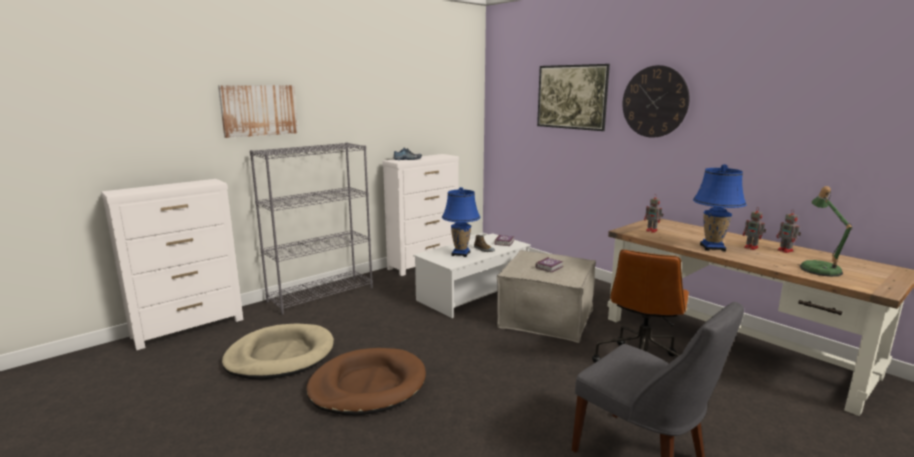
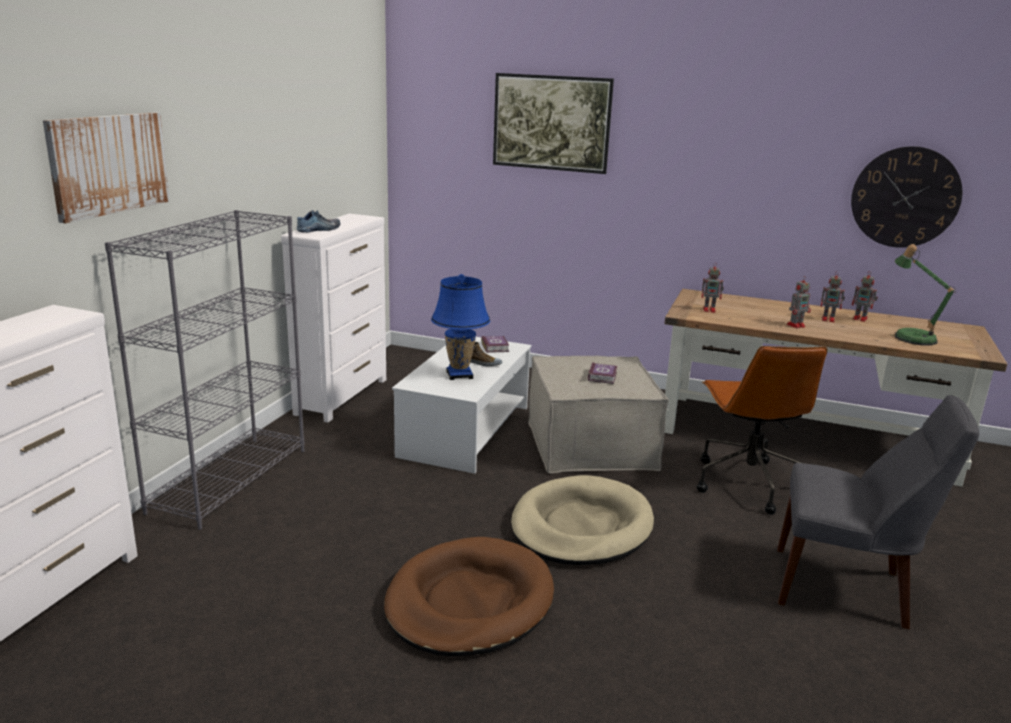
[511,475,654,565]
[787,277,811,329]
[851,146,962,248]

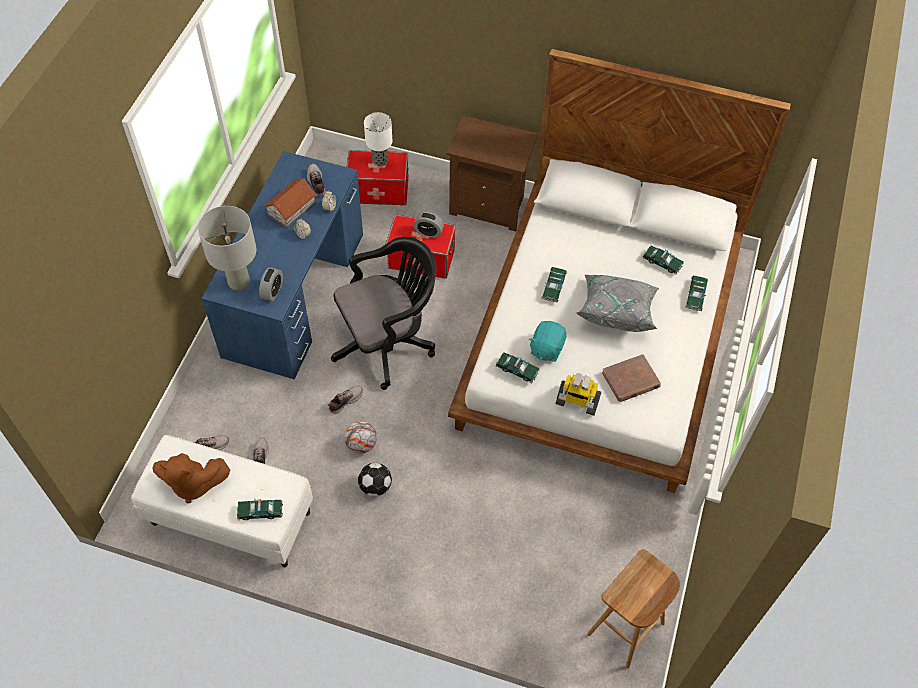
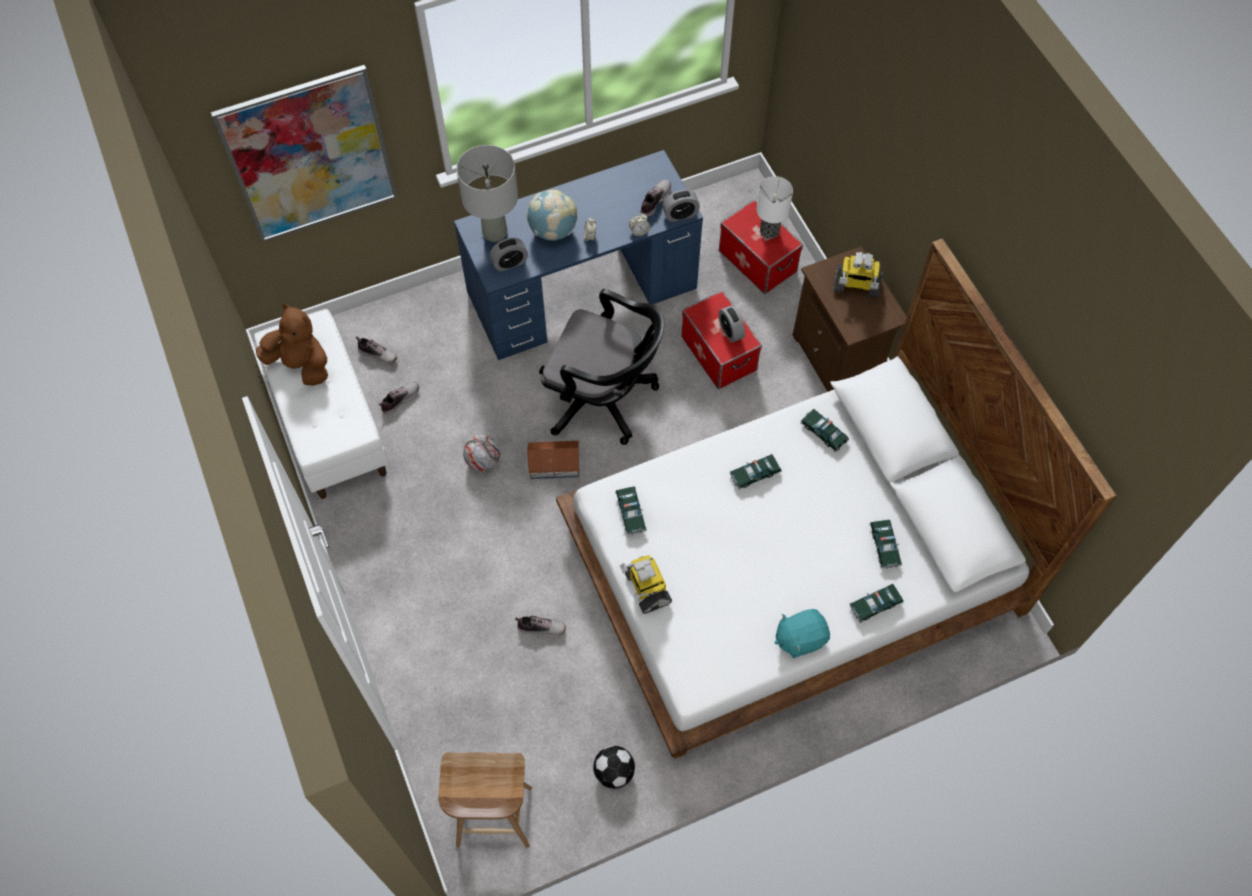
[211,65,397,242]
[256,304,328,386]
[515,616,566,638]
[527,190,577,241]
[527,441,580,479]
[593,746,635,789]
[662,190,700,222]
[775,609,830,658]
[800,409,849,452]
[833,252,883,298]
[575,275,659,332] (first image)
[602,354,661,402] (first image)

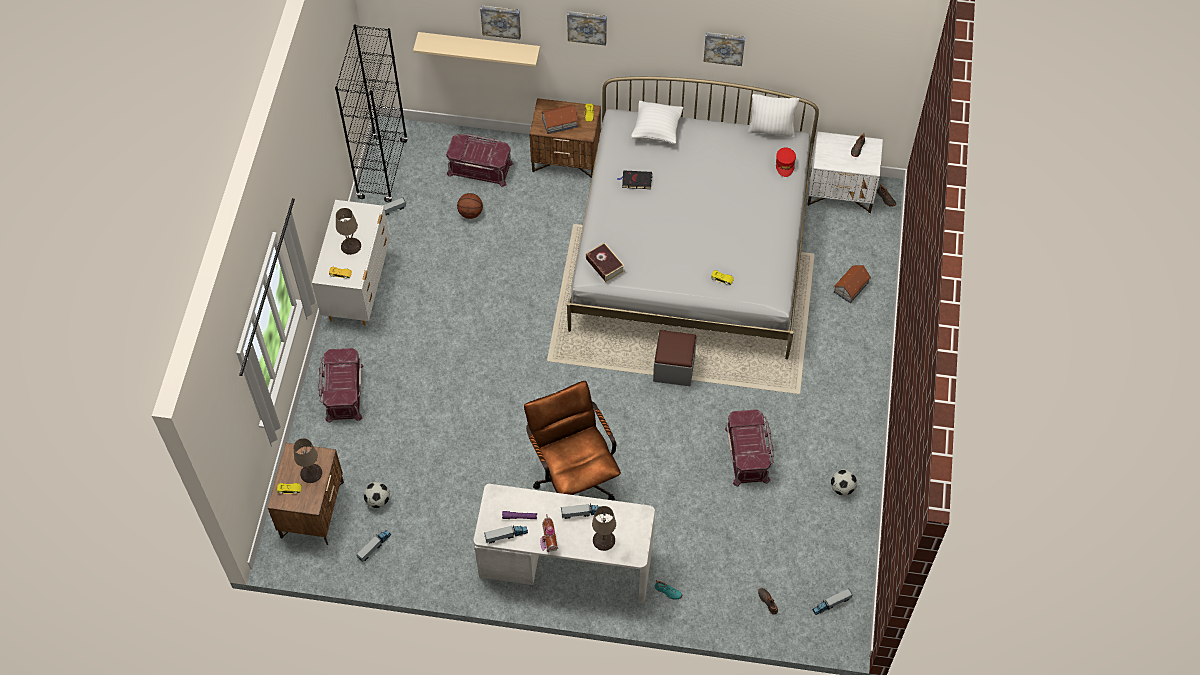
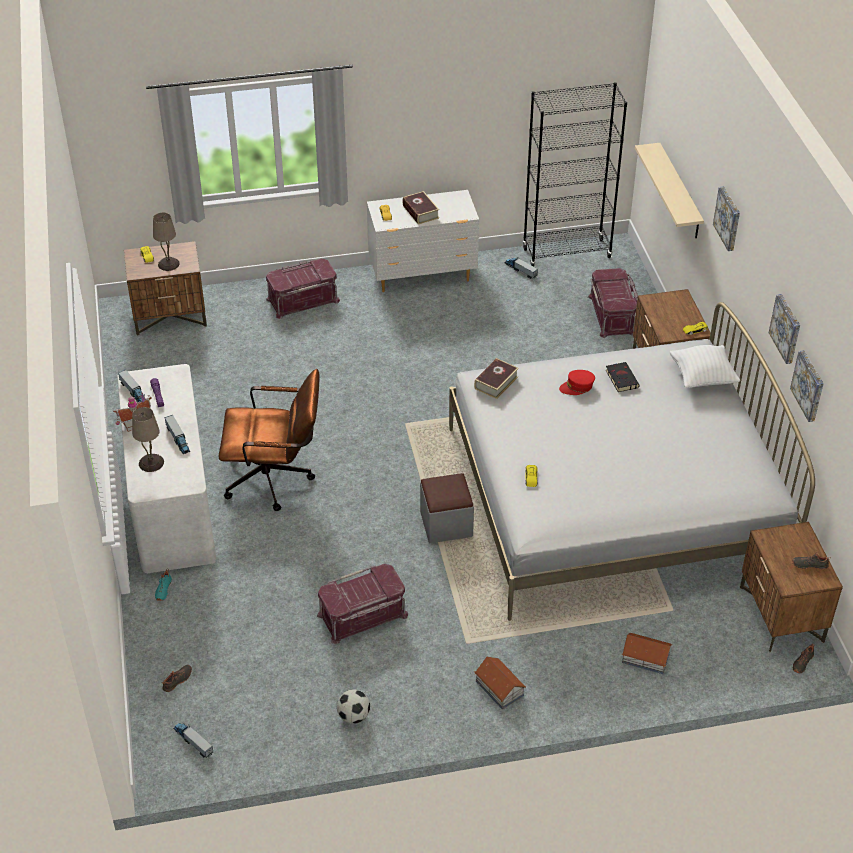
[219,369,320,511]
[403,191,439,225]
[475,657,526,709]
[559,370,595,395]
[740,522,843,652]
[790,350,824,422]
[356,530,391,562] (first image)
[364,482,390,508] (first image)
[457,193,483,219] (first image)
[748,94,799,137] (first image)

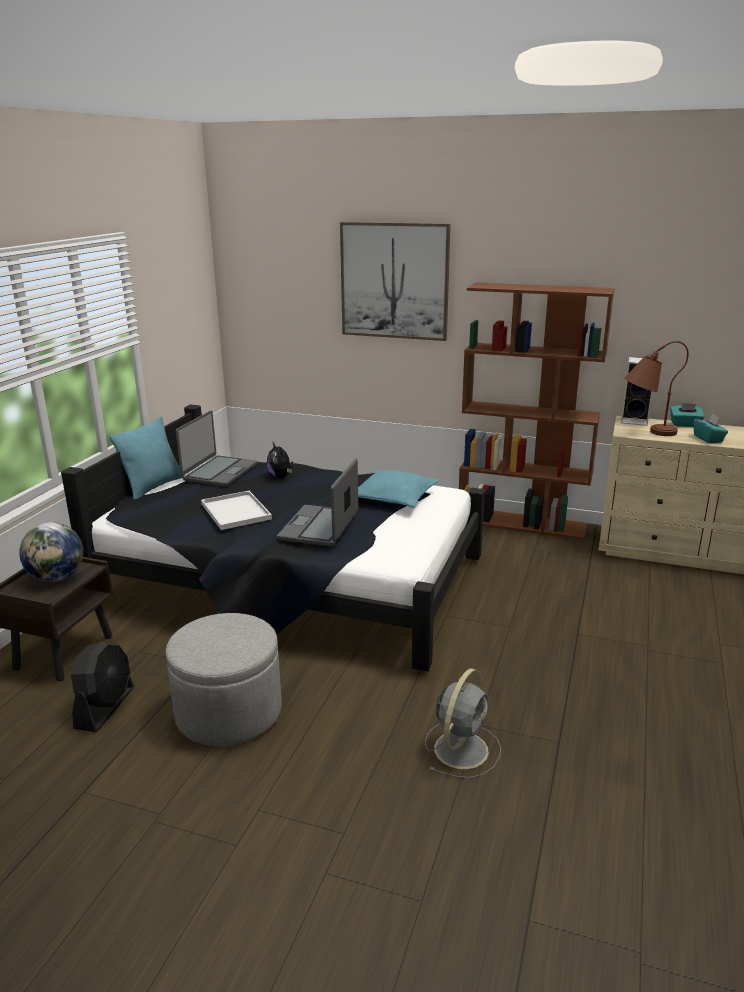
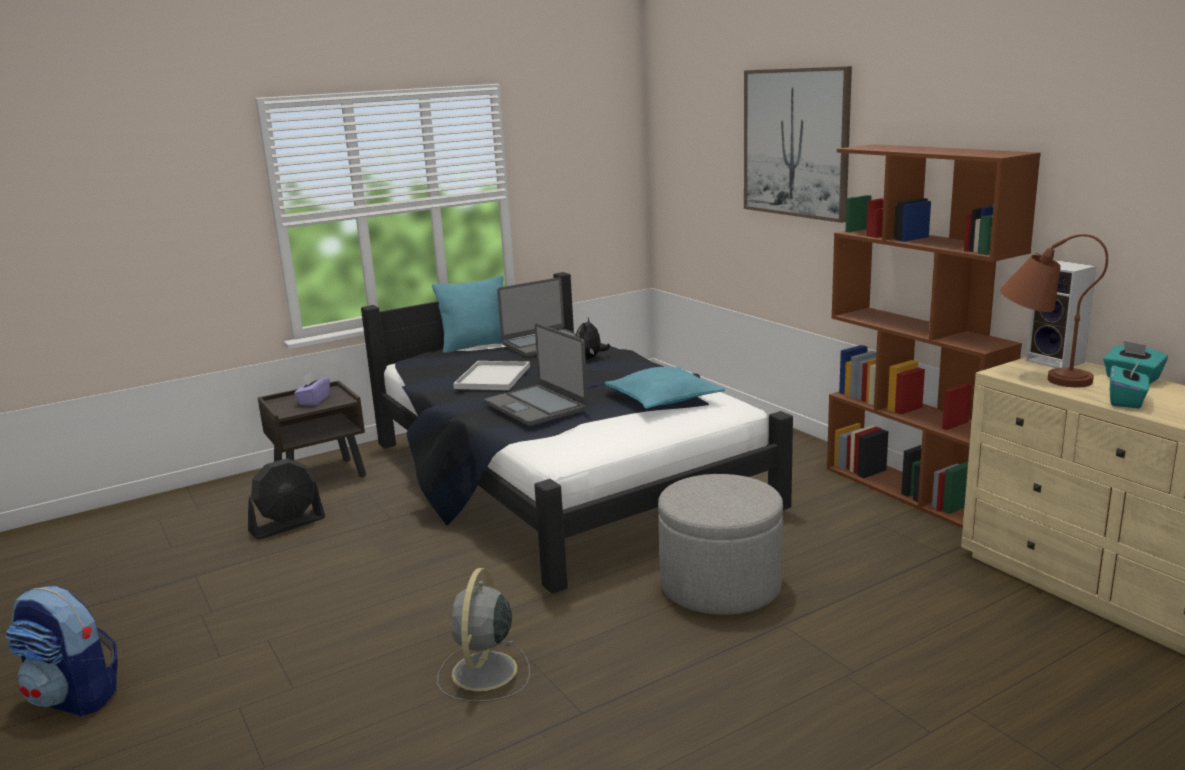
[6,586,118,717]
[294,372,330,406]
[437,568,530,702]
[485,323,588,426]
[658,474,783,615]

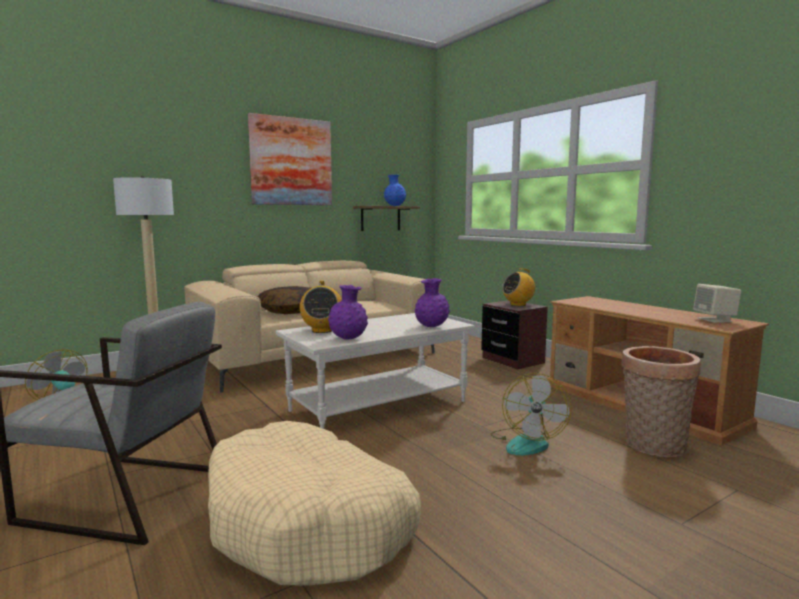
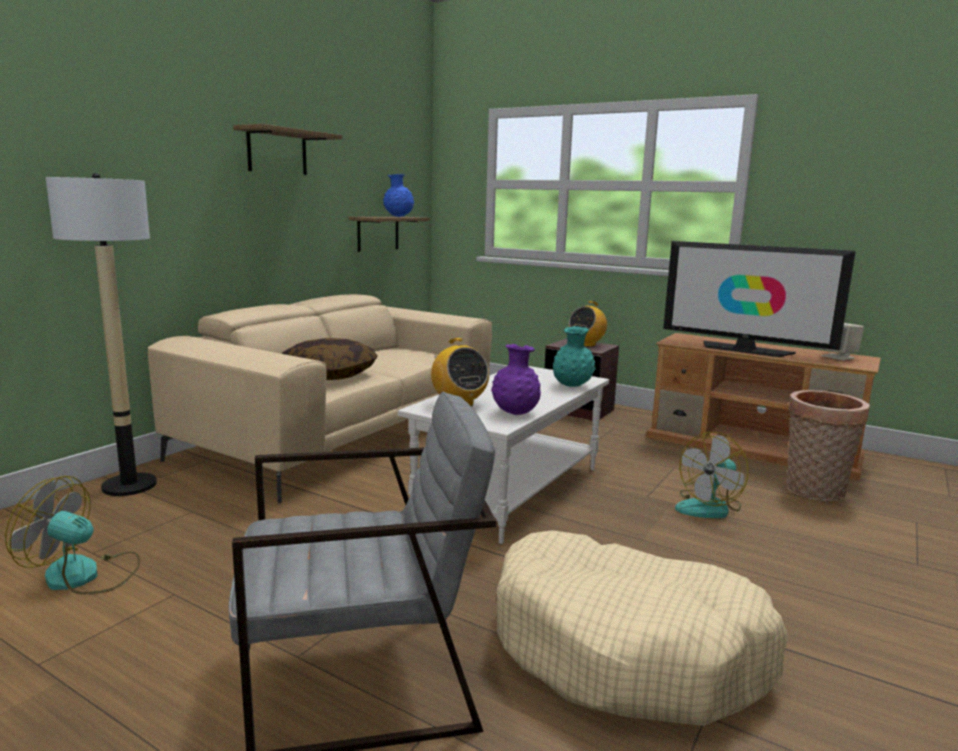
[233,124,343,175]
[553,326,596,387]
[663,241,856,357]
[675,432,748,518]

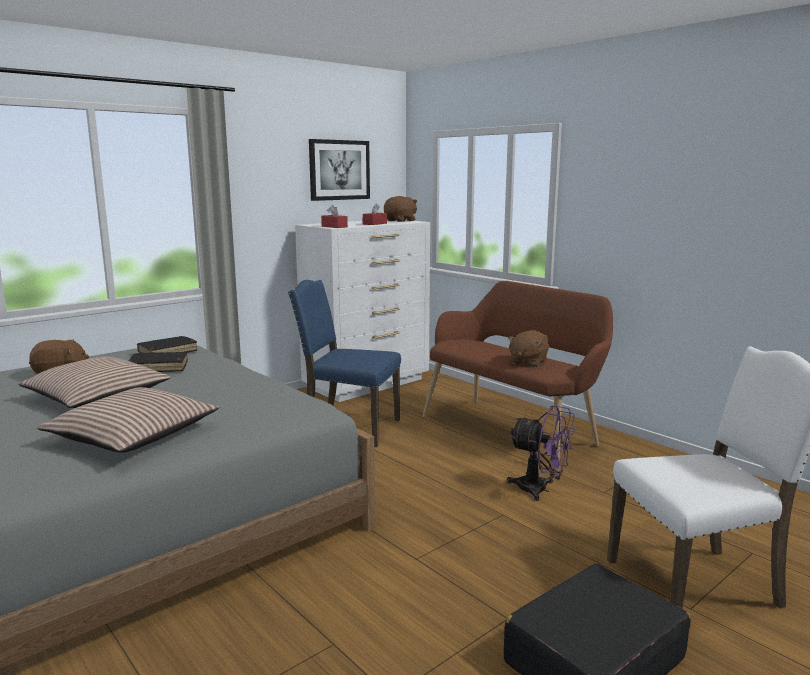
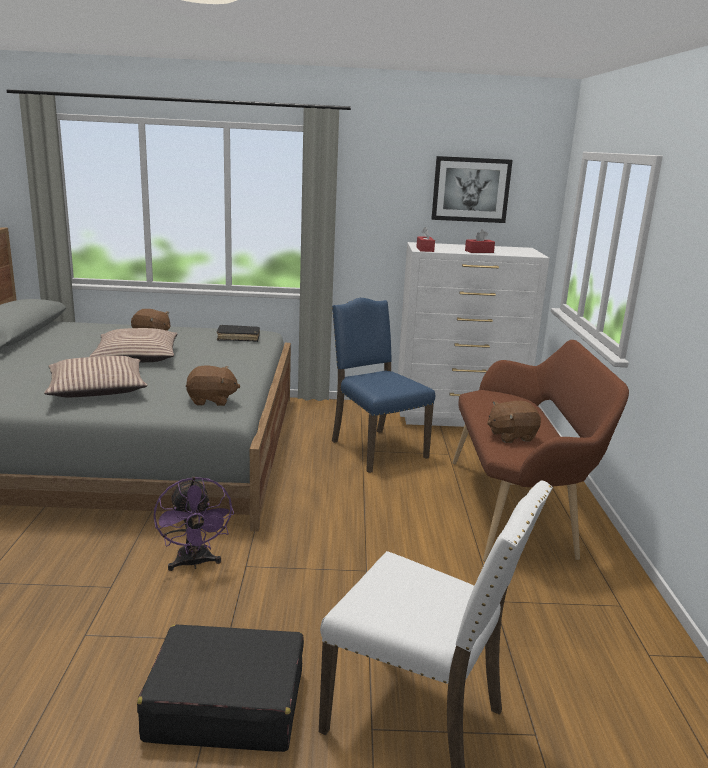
[154,477,234,571]
[186,366,240,406]
[129,352,188,372] (first image)

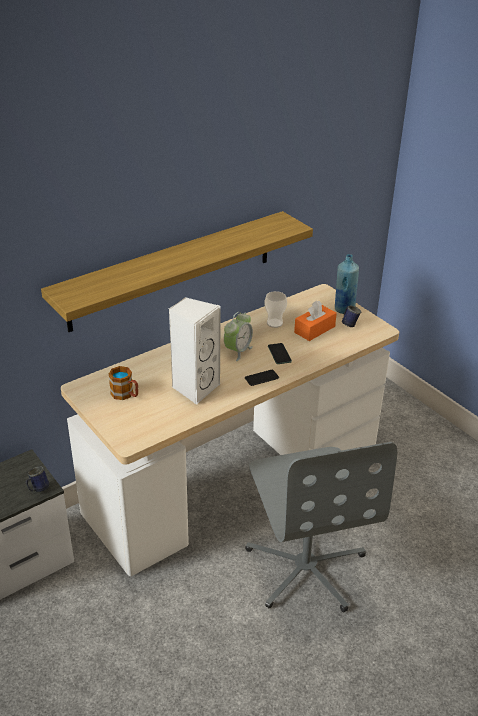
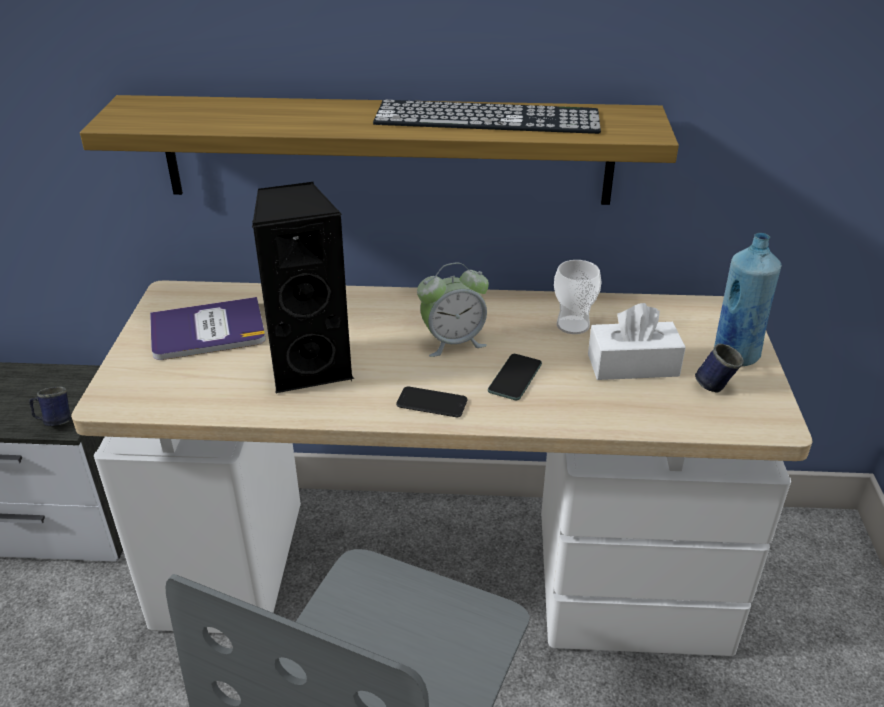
[150,297,266,360]
[252,182,354,393]
[373,100,601,134]
[588,303,686,380]

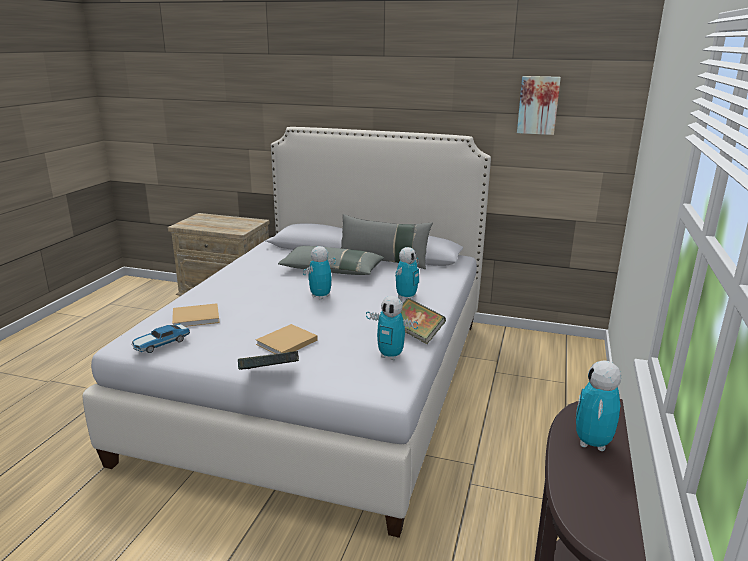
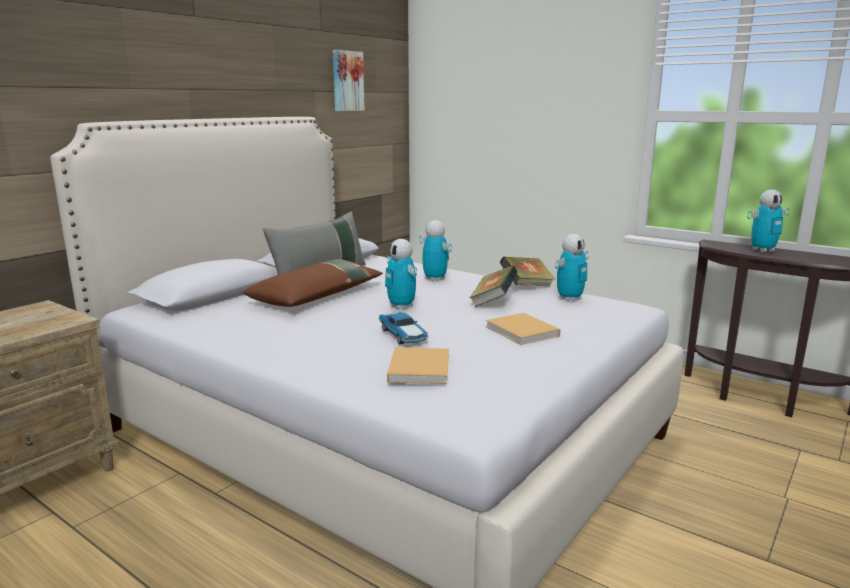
[243,259,383,307]
[379,312,428,344]
[470,265,518,307]
[747,190,789,252]

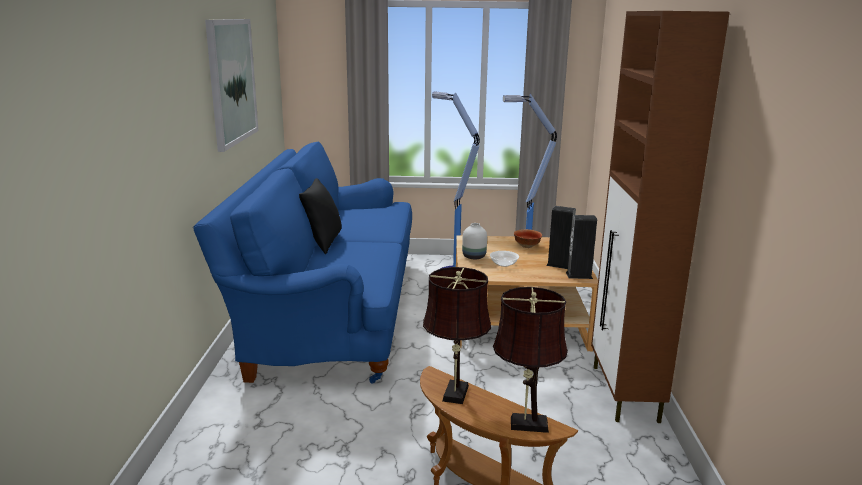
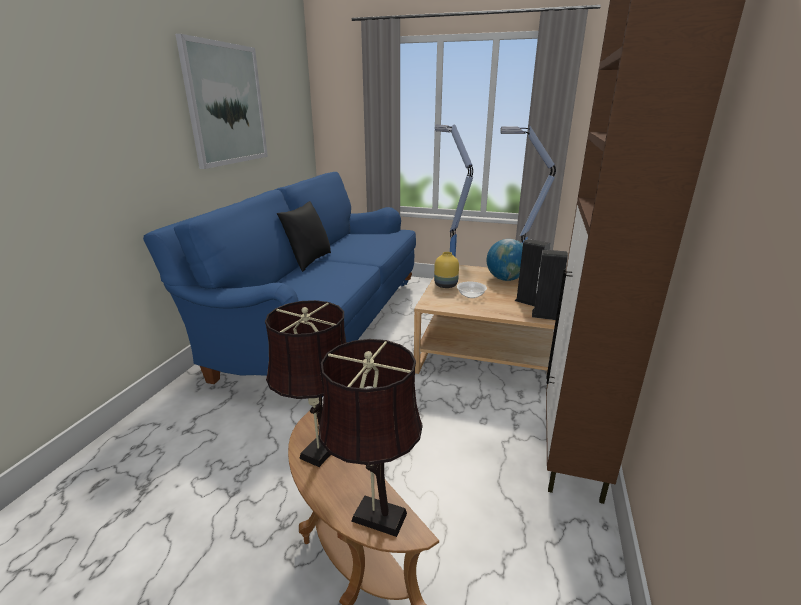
[434,252,459,288]
[487,239,523,281]

